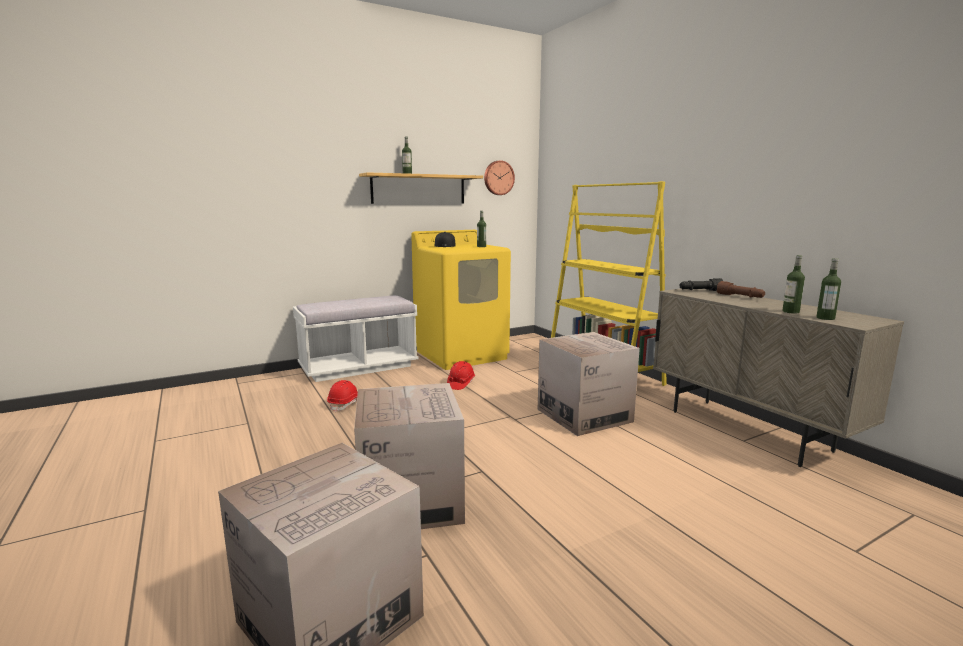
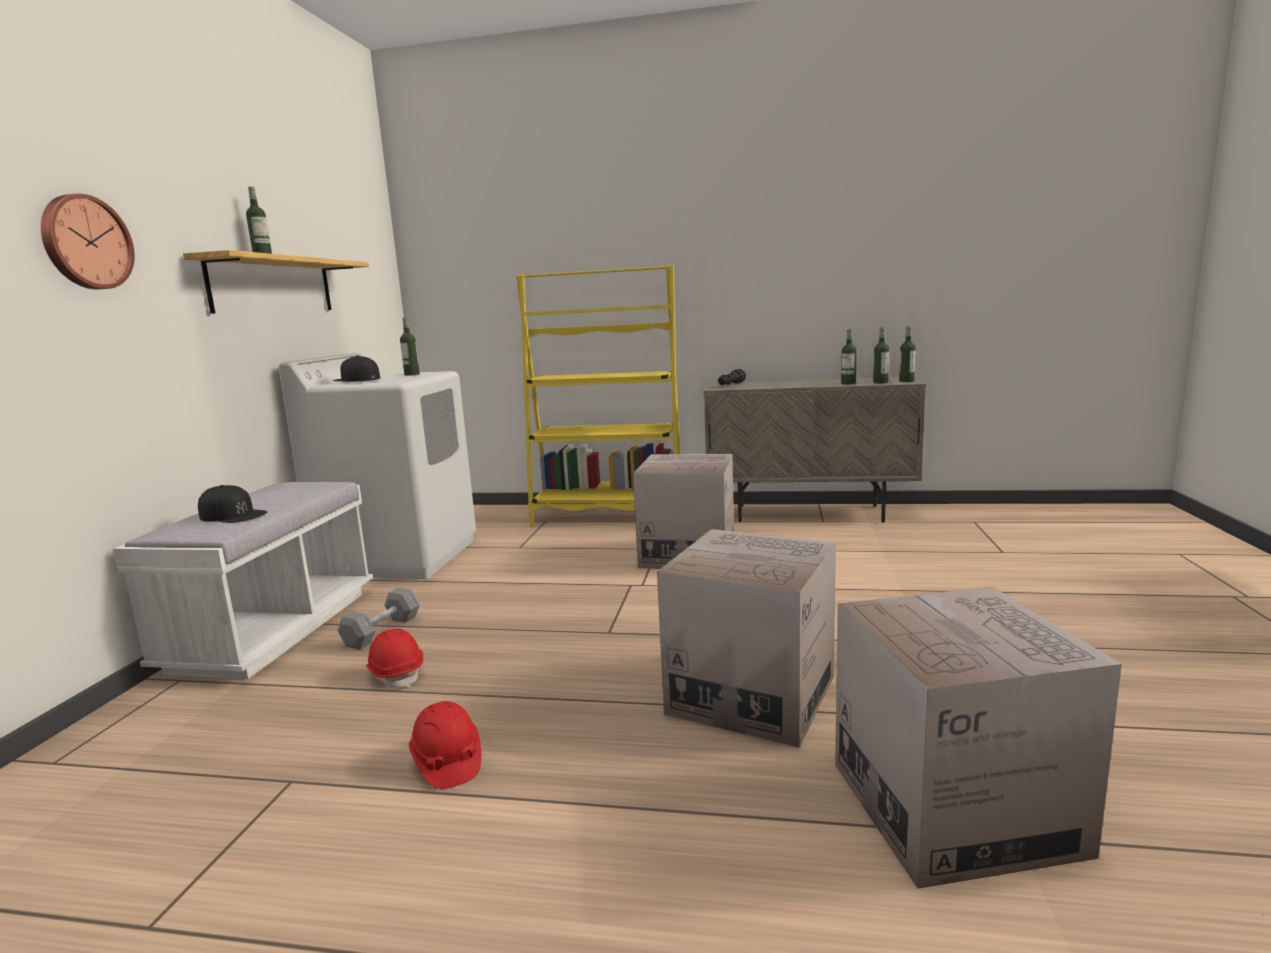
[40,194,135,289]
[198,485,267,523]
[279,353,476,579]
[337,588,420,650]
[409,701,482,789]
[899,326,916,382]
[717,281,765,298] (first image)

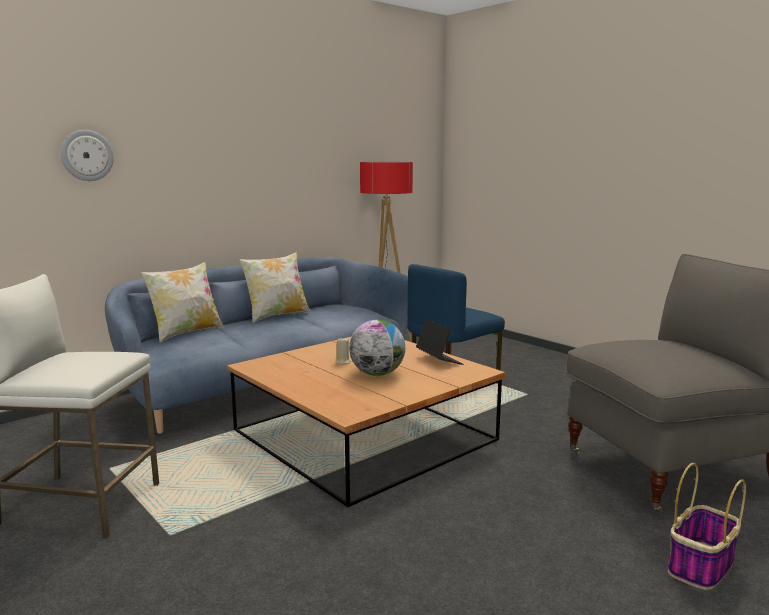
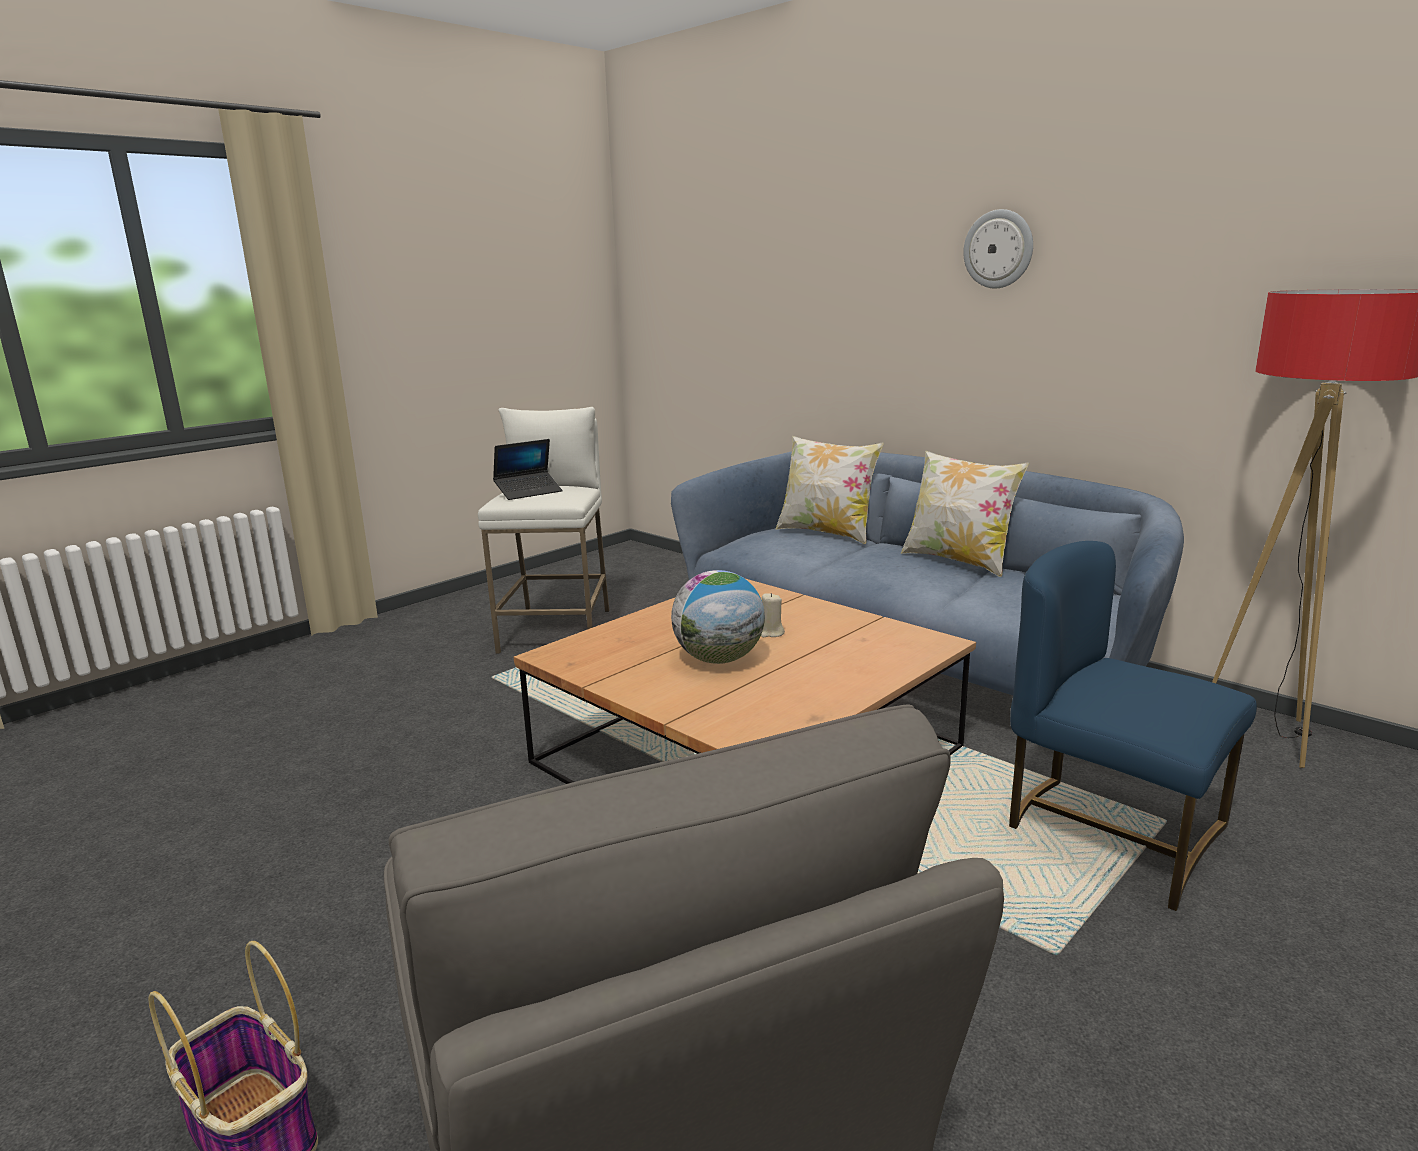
[493,439,562,500]
[963,209,1033,288]

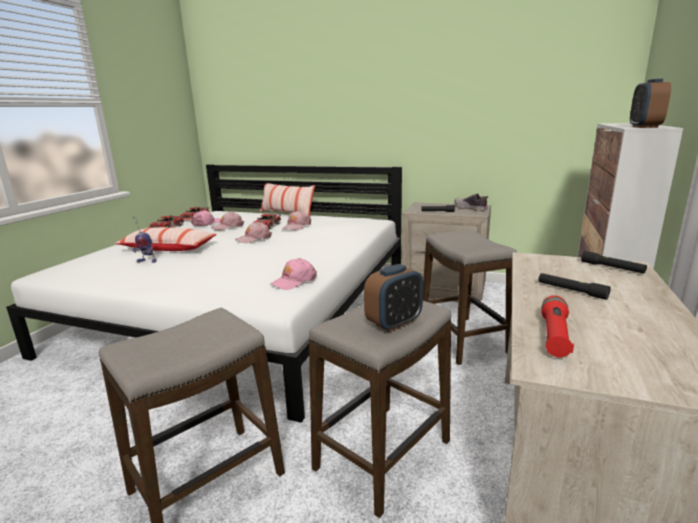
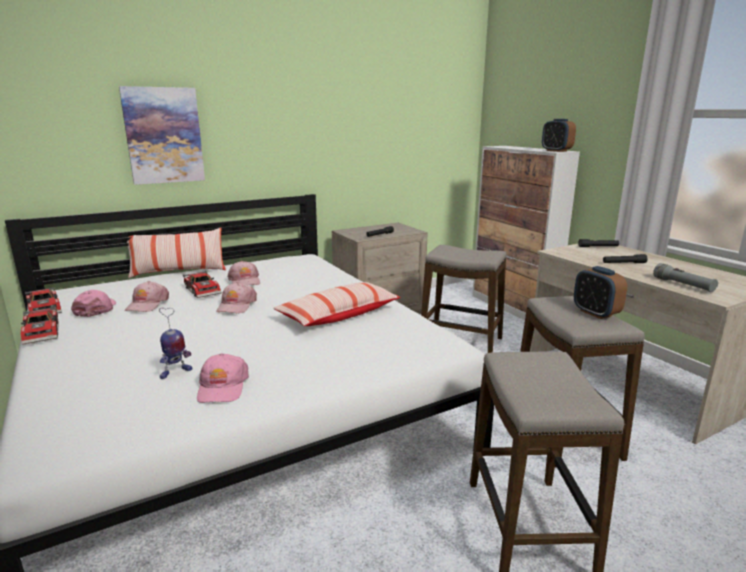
[119,86,205,185]
[197,353,249,403]
[273,282,401,326]
[574,266,627,319]
[653,263,719,292]
[454,194,488,211] (first image)

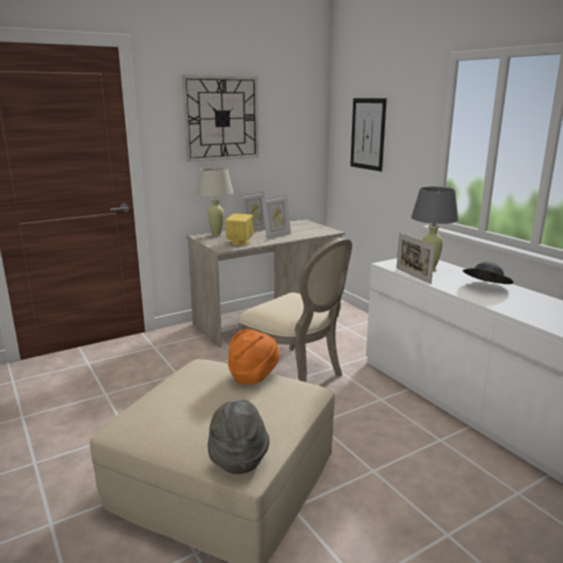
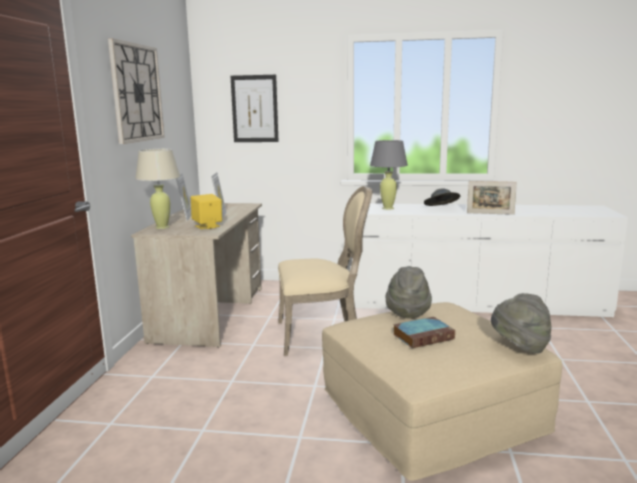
[386,266,432,319]
[393,317,455,348]
[467,181,517,215]

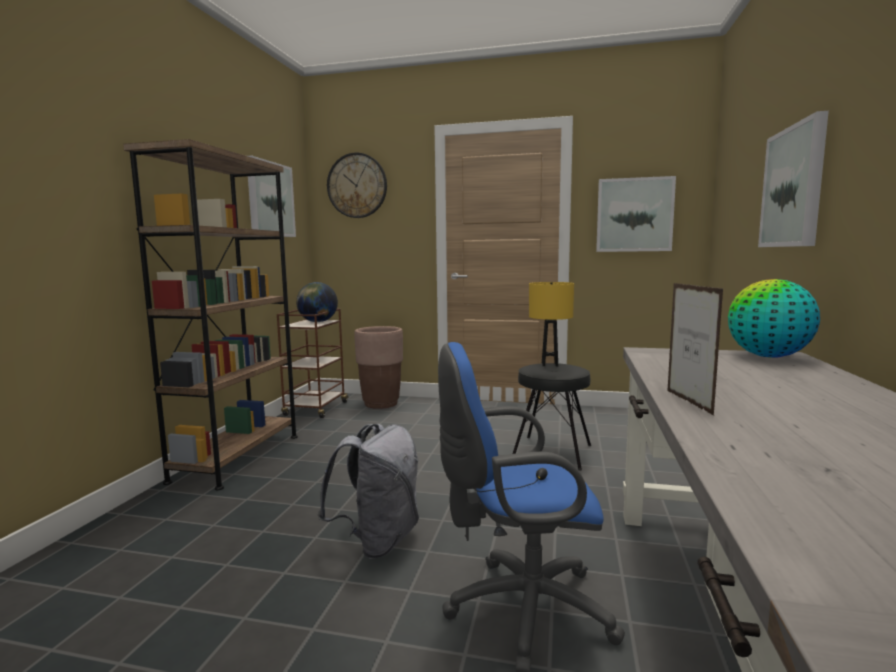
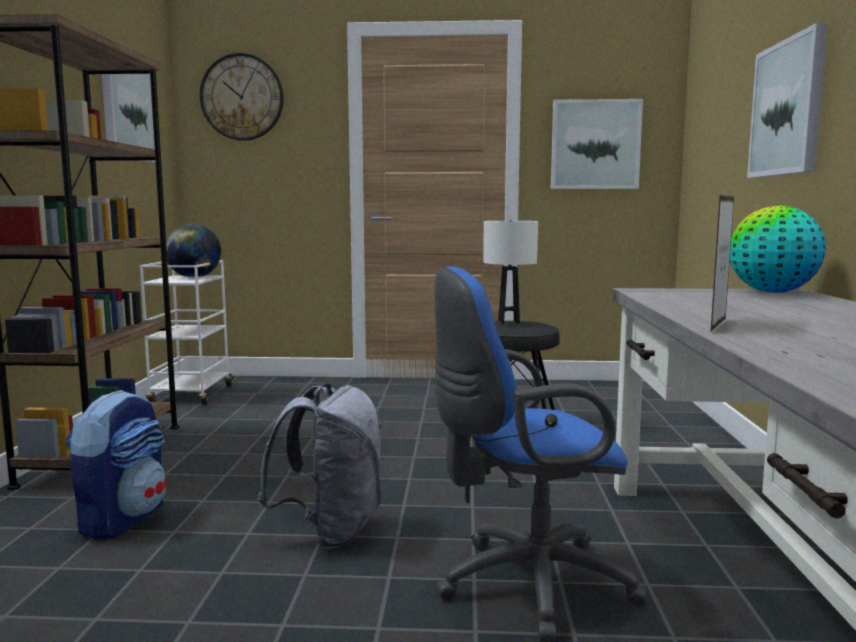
[66,390,167,540]
[140,260,234,405]
[483,220,538,324]
[710,195,734,332]
[354,326,403,409] (first image)

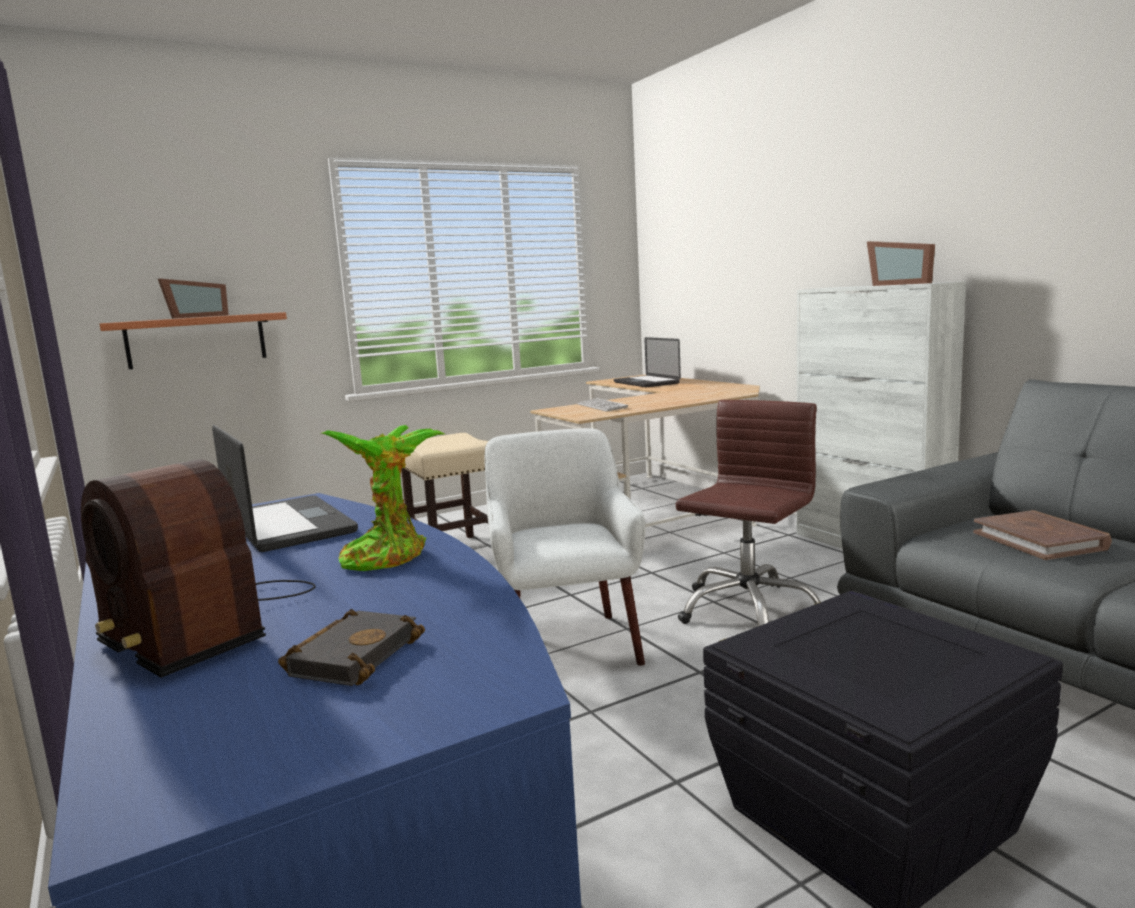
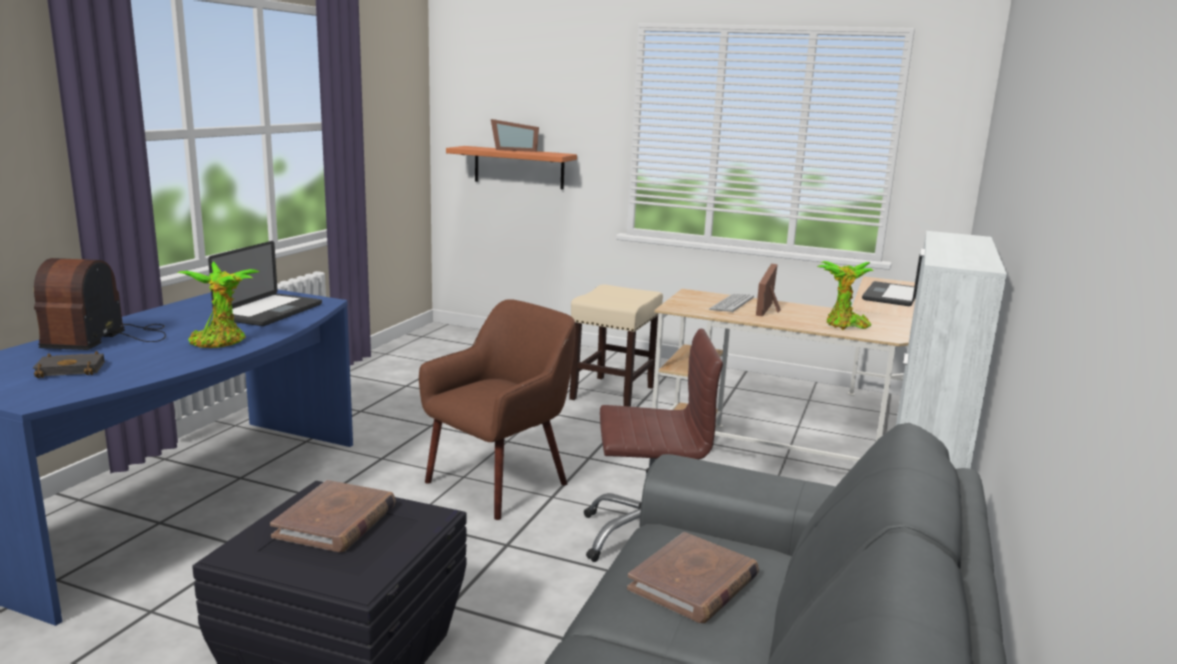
[270,480,396,552]
[419,299,576,520]
[756,264,781,316]
[817,261,873,330]

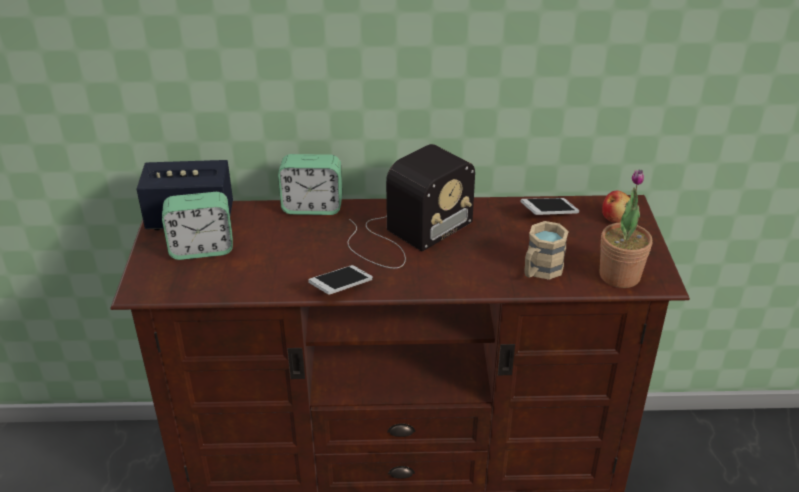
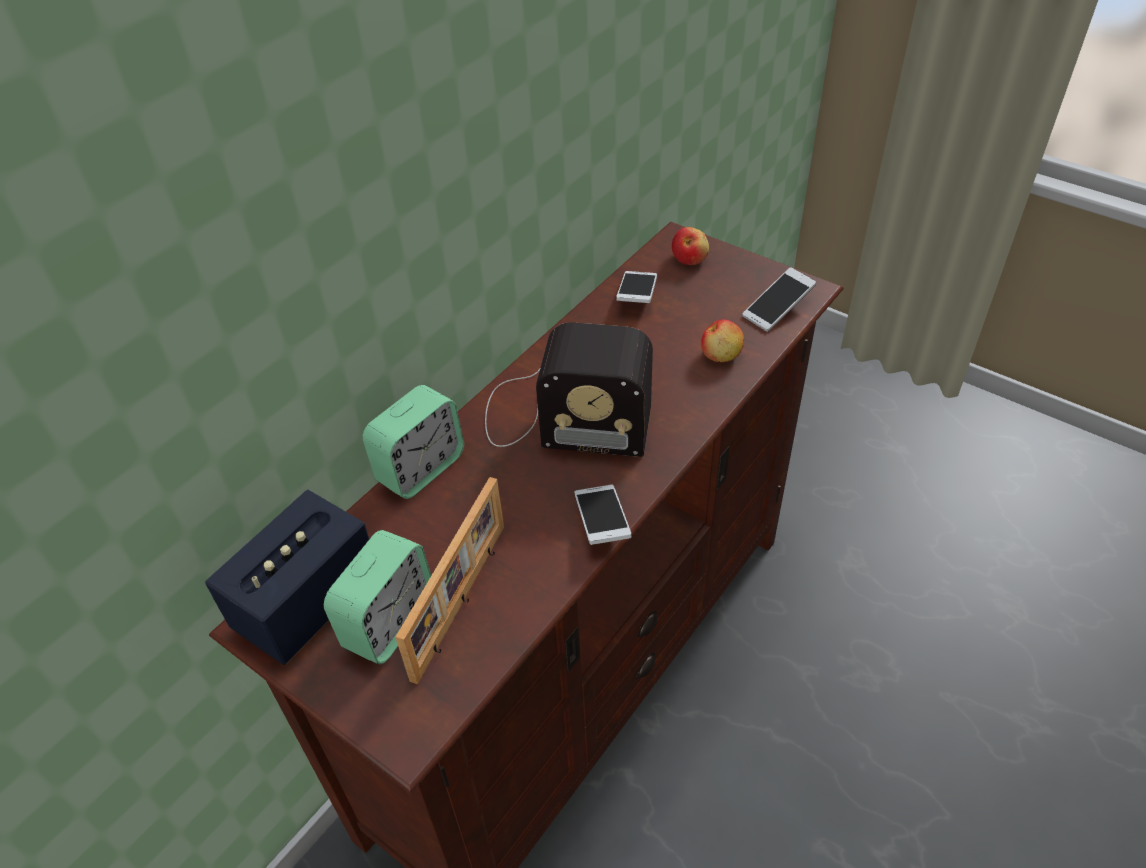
[396,477,504,684]
[485,322,653,457]
[701,319,744,362]
[742,267,816,332]

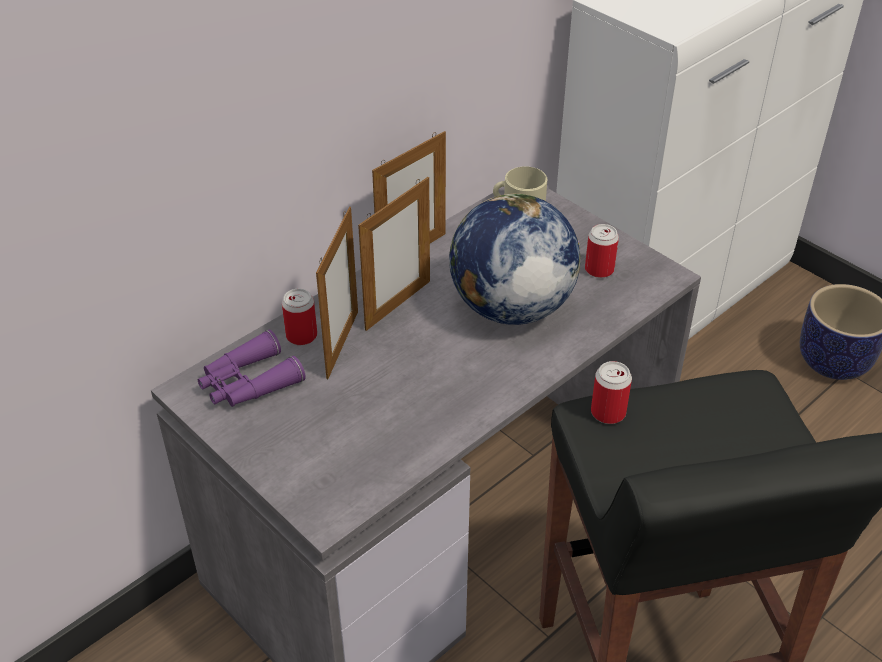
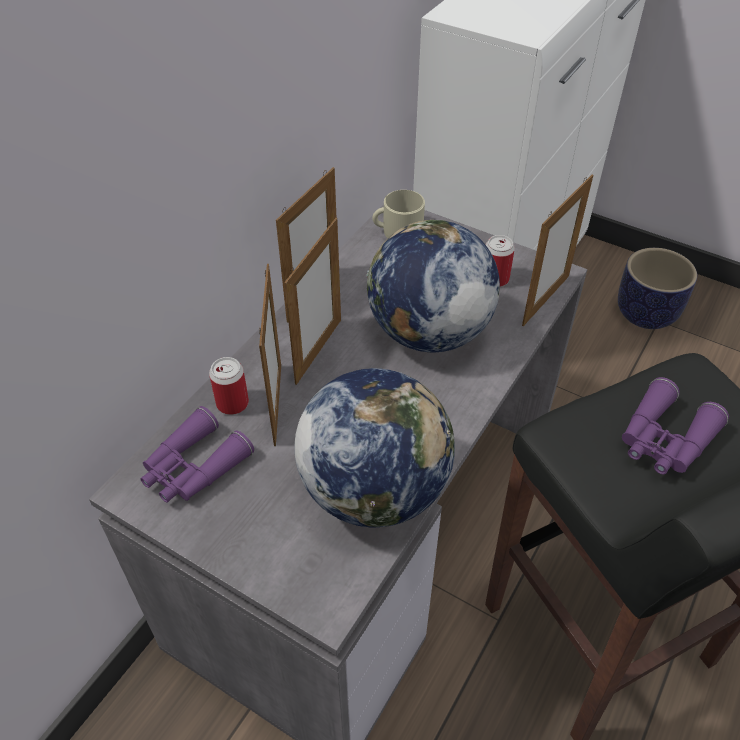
[294,368,455,528]
[522,175,593,326]
[622,377,729,474]
[591,361,632,424] (first image)

